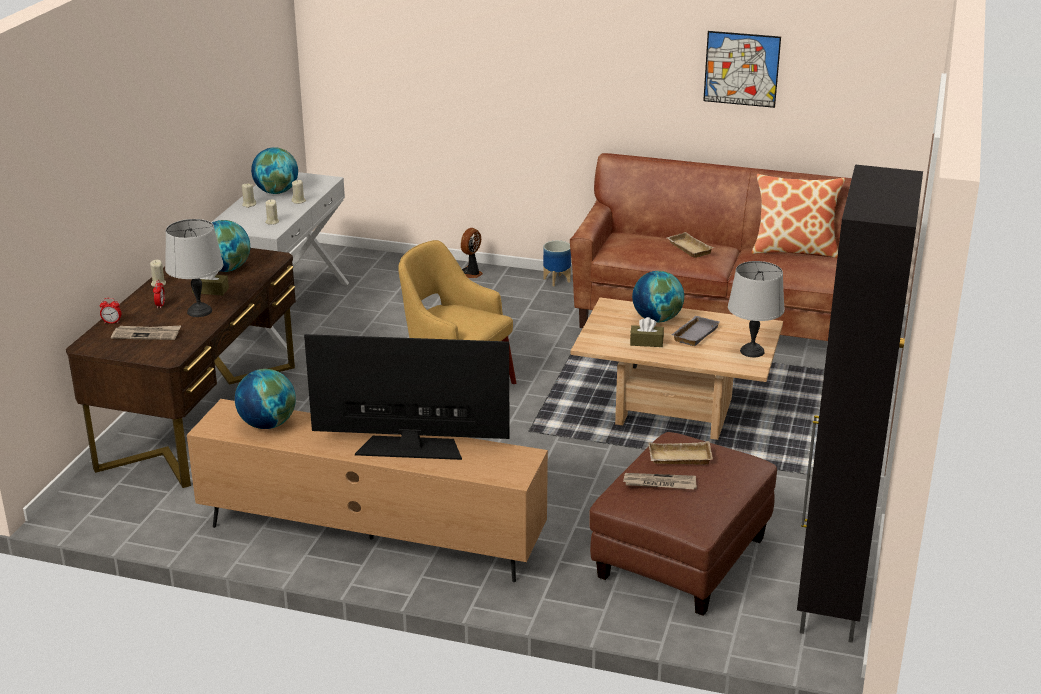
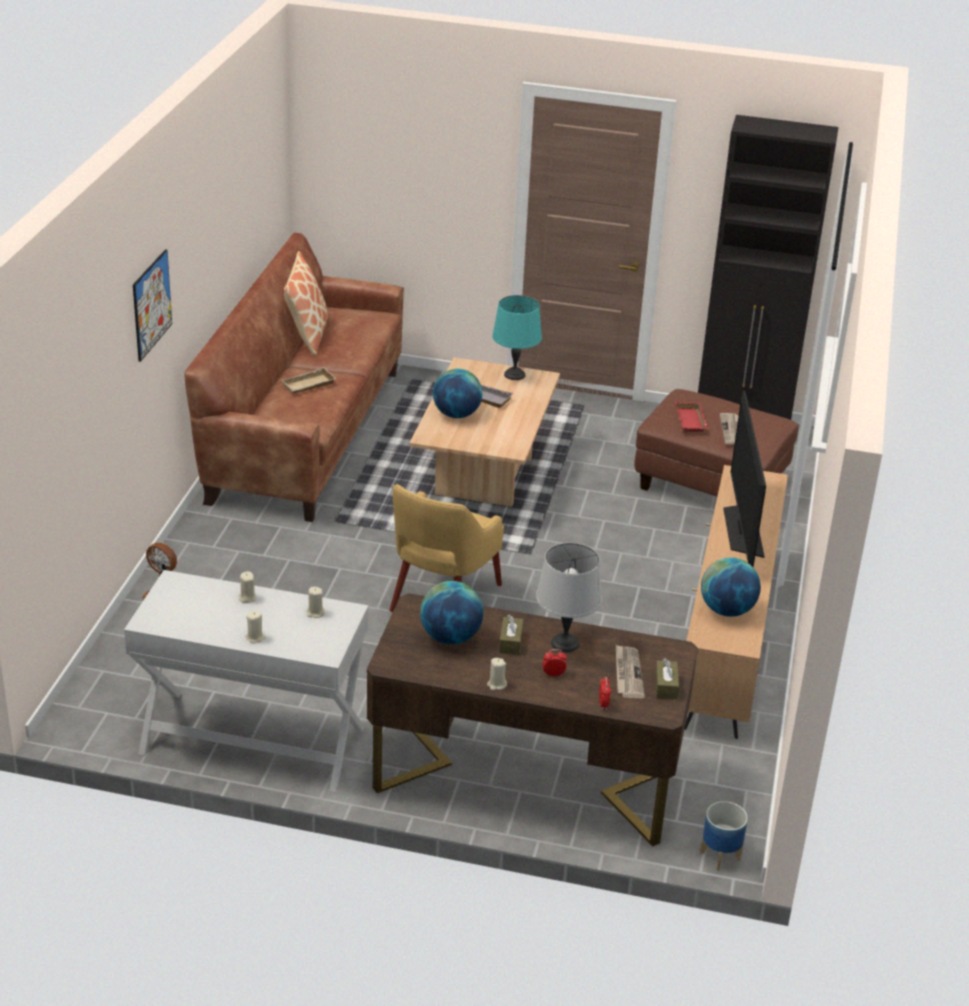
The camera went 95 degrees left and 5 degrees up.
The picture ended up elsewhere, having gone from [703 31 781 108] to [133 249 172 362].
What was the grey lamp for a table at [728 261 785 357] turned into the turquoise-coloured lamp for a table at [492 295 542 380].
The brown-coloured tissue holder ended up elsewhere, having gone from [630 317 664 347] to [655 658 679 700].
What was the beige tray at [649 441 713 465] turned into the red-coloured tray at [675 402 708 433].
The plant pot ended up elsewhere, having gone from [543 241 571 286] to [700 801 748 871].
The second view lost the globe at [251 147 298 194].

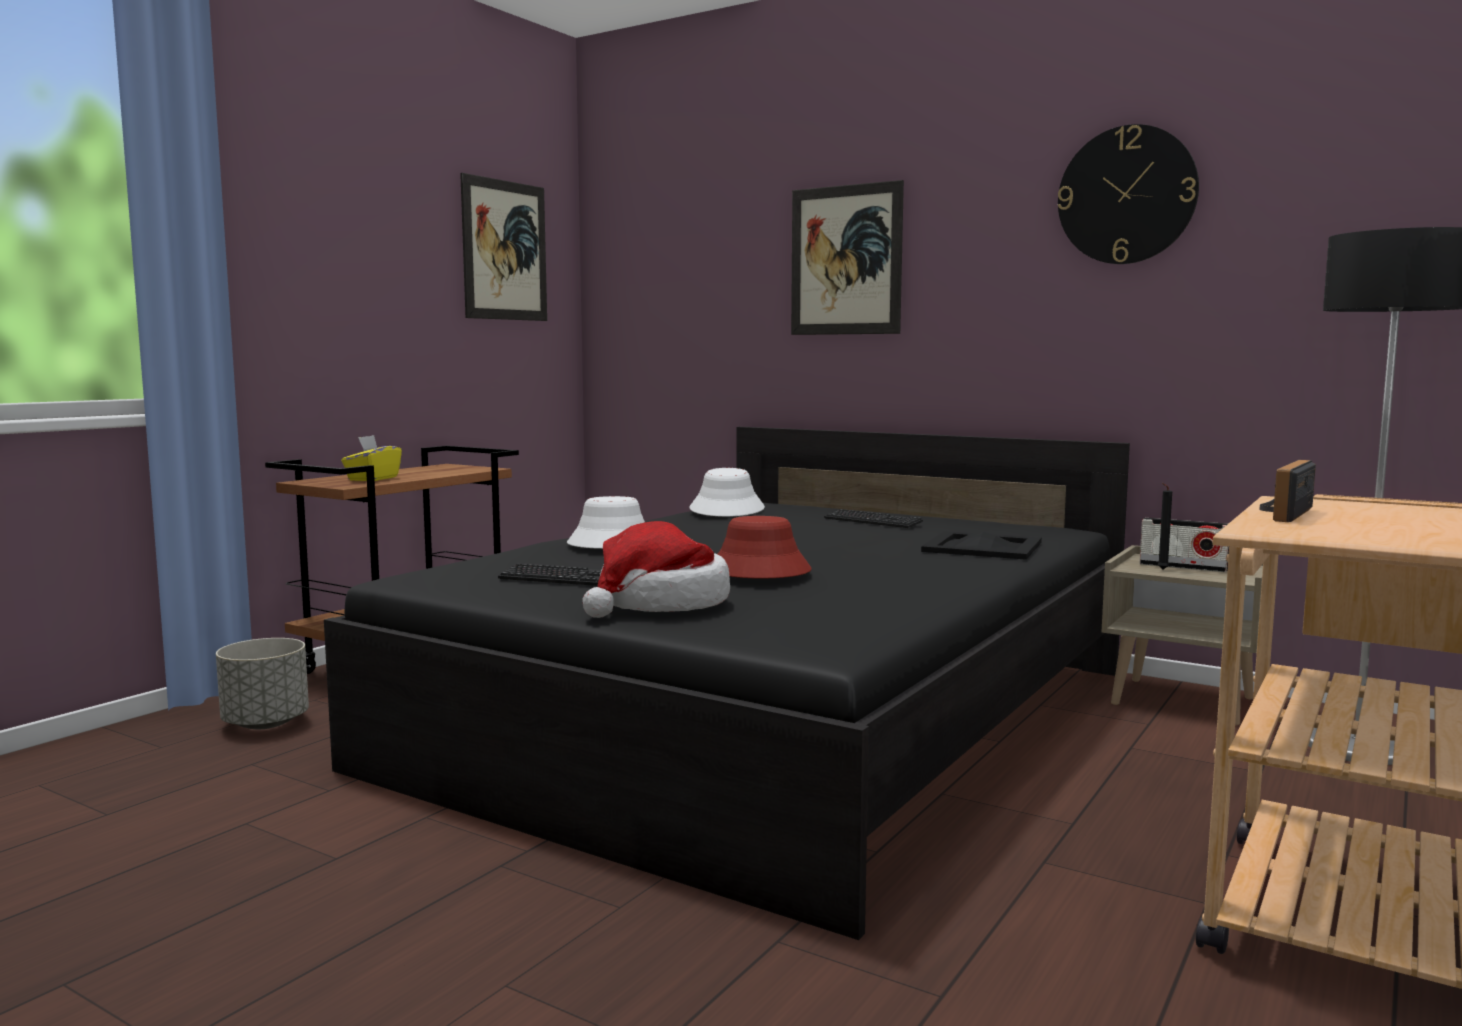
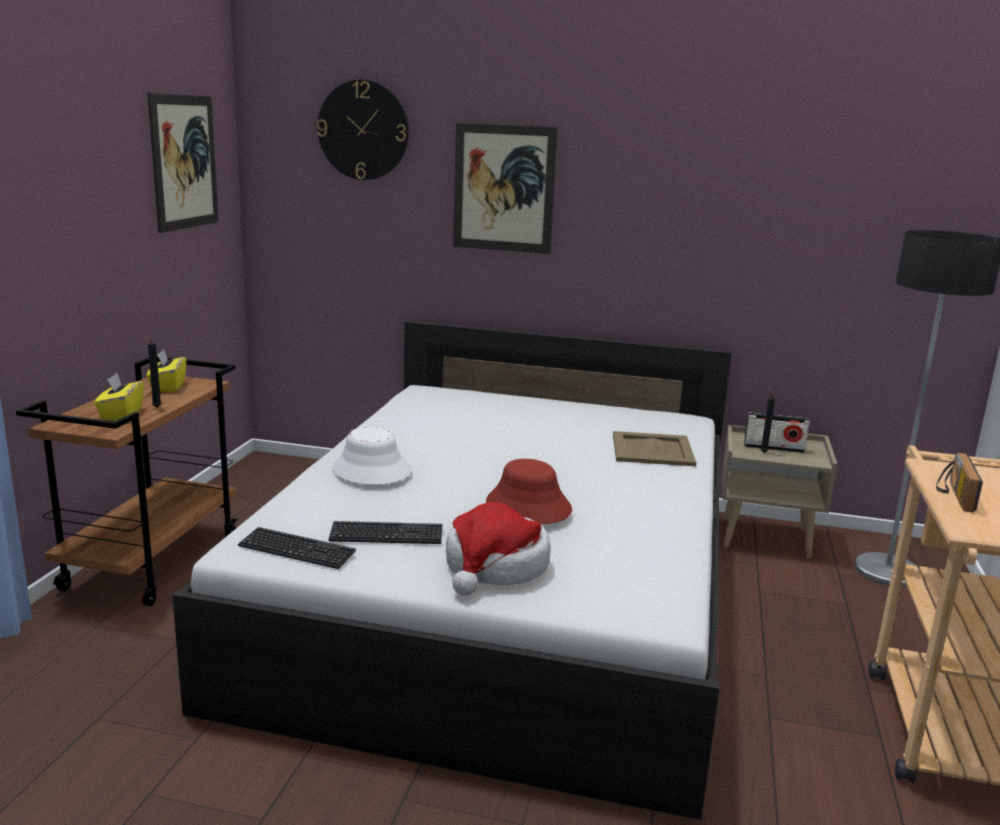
The camera went 20 degrees left and 10 degrees up.
The second view gained the black-coloured wax light at [147 338 162 407].
The second view gained the yellow-coloured tissue holder at [147 349 186 392].
What was the black-coloured bedroom bed at [324 427 1130 940] turned into the white bedroom bed at [172 321 732 820].
The PC keyboard ended up elsewhere, having gone from [824 509 924 528] to [238 527 356 569].
The wall clock ended up elsewhere, having gone from [1058 124 1199 264] to [317 80 409 180].
What was the black-coloured tray at [921 531 1042 560] turned into the beige tray at [613 431 696 466].
The second view lost the grey plant pot at [216 638 309 729].
The second view lost the white clothing hat at [689 468 765 517].

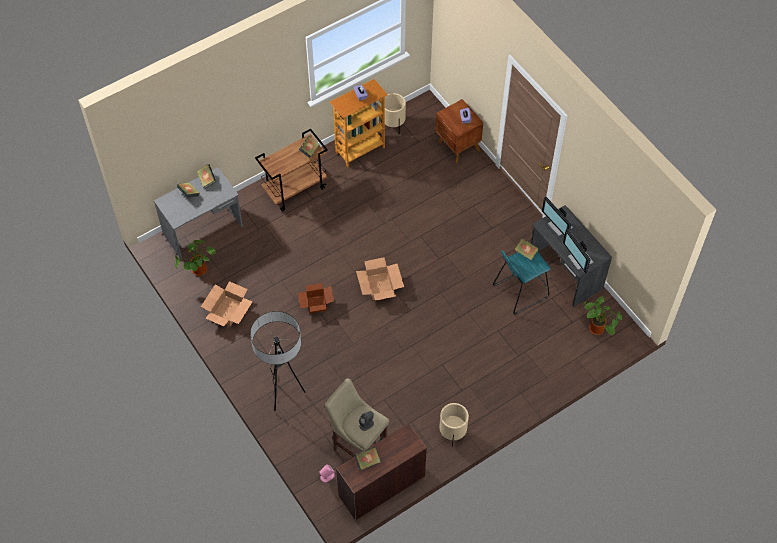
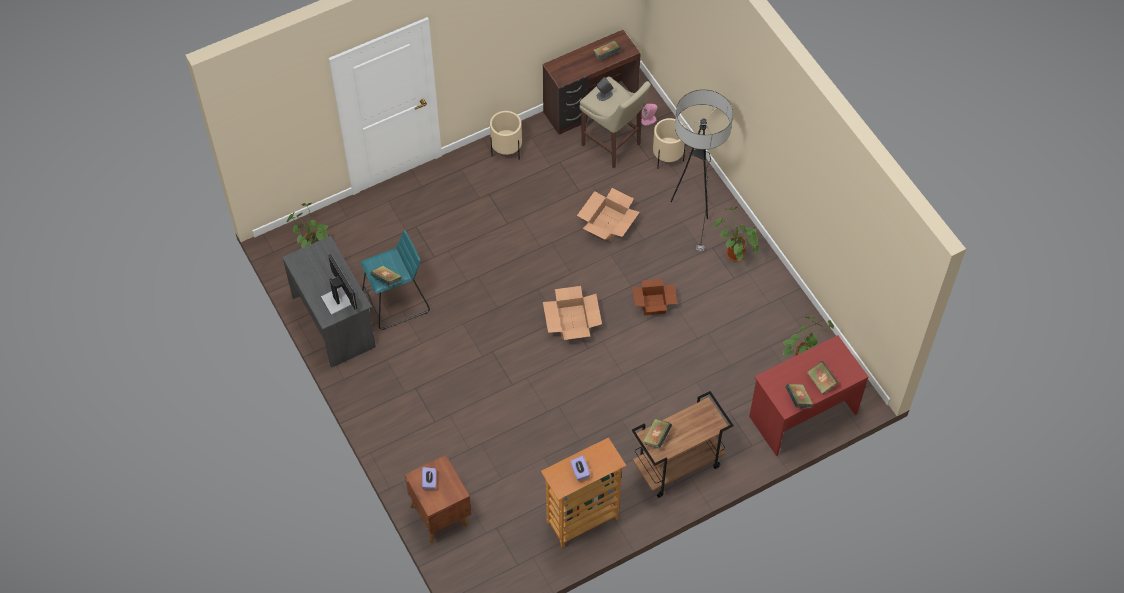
The camera went 175 degrees left and 0 degrees up.
The carton ended up elsewhere, having gone from [201 281 253 326] to [577 188 640 241].
The beige plant pot ended up elsewhere, having gone from [381 93 406 127] to [653 118 686 169].
The second view gained the plant in a pot at [714 207 759 262].
What was the grey desk unit at [154 167 243 260] turned into the red-coloured desk unit at [749 335 869 456].
The second view lost the monitor at [563 229 594 273].

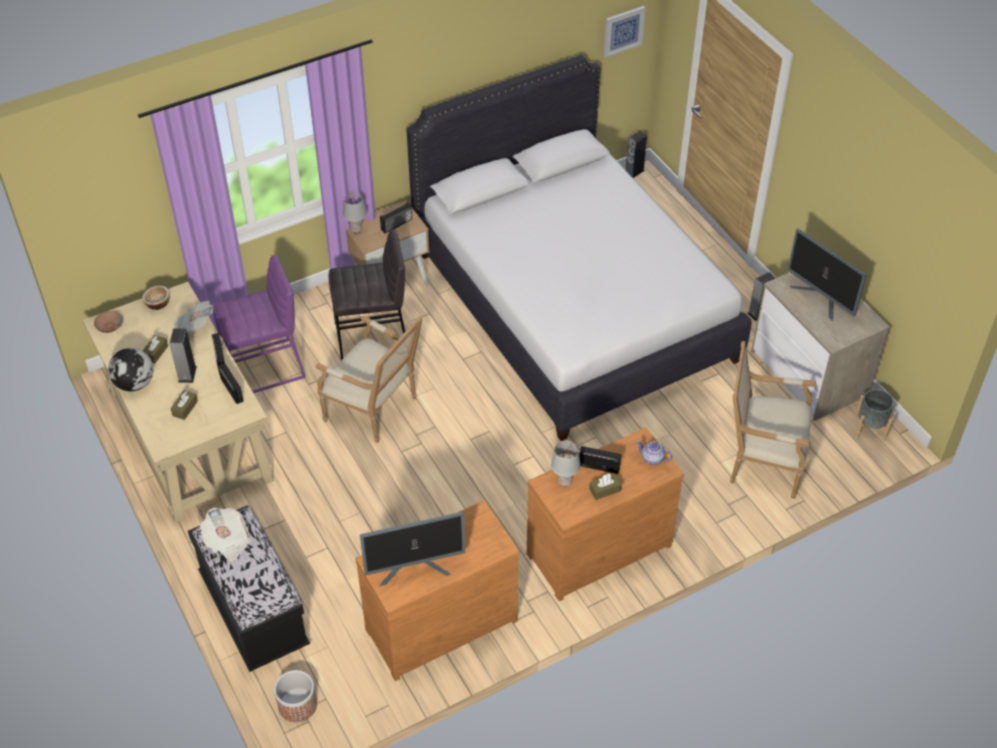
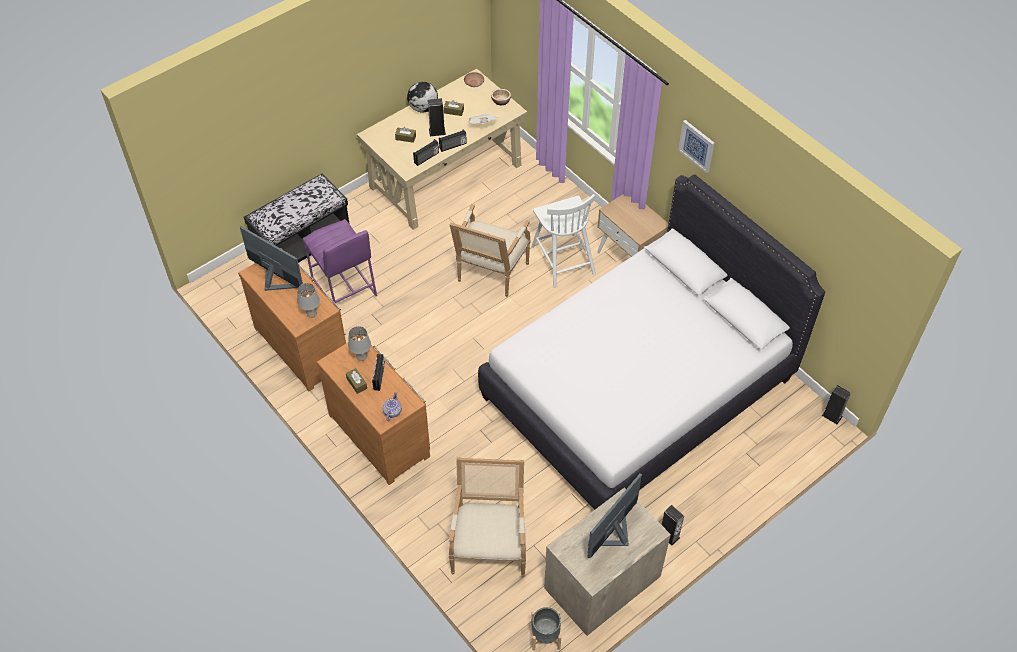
The camera went 80 degrees right and 5 degrees up.
The monitor at [360 512 465 586] ended up facing another way, 150 degrees clockwise from before.
The grey lamp for a table ended up elsewhere, having gone from [343 192 367 233] to [297 283 320 318].
The purple stool ended up elsewhere, having gone from [213 255 306 393] to [303 219 377 307].
Where the grey stool stood at [329 229 405 360], the white upright chair came to stand at [532 194 596 288].
The picture ended up elsewhere, having gone from [604 6 646 57] to [678 120 714 173].
The second view lost the printed paper at [200 507 251 562].
The second view lost the plant pot at [274 670 317 722].
The second view lost the radio receiver at [380 202 412 233].

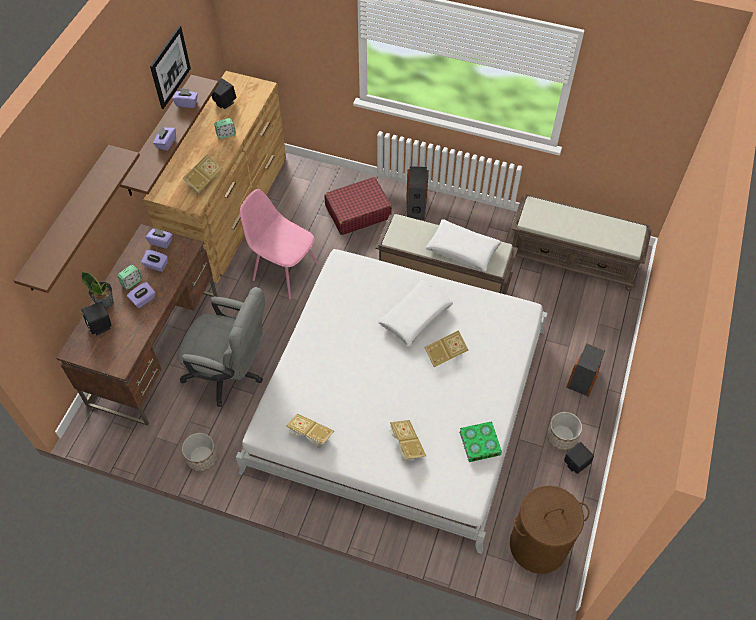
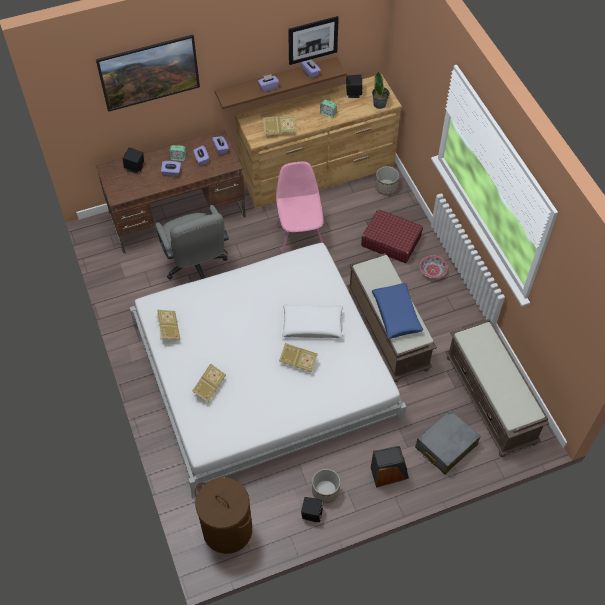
The camera went 50 degrees right and 0 degrees up.
Where the brown-coloured wall shelf hung at [13 145 140 293], the picture came to hang at [96 35 200 112].
The plant in a pot ended up elsewhere, having gone from [81 272 113 309] to [372 72 390 109].
What was the white pillow at [426 219 501 272] turned into the blue pillow at [372 283 423 339].
The plant pot ended up elsewhere, having gone from [182 433 218 472] to [375 166 399 195].
The second view gained the grey suitcase at [415 410 480 474].
Where the audio speaker stood at [407 166 429 220], the bowl came to stand at [420 255 448 278].
The second view lost the book at [459 421 502 462].

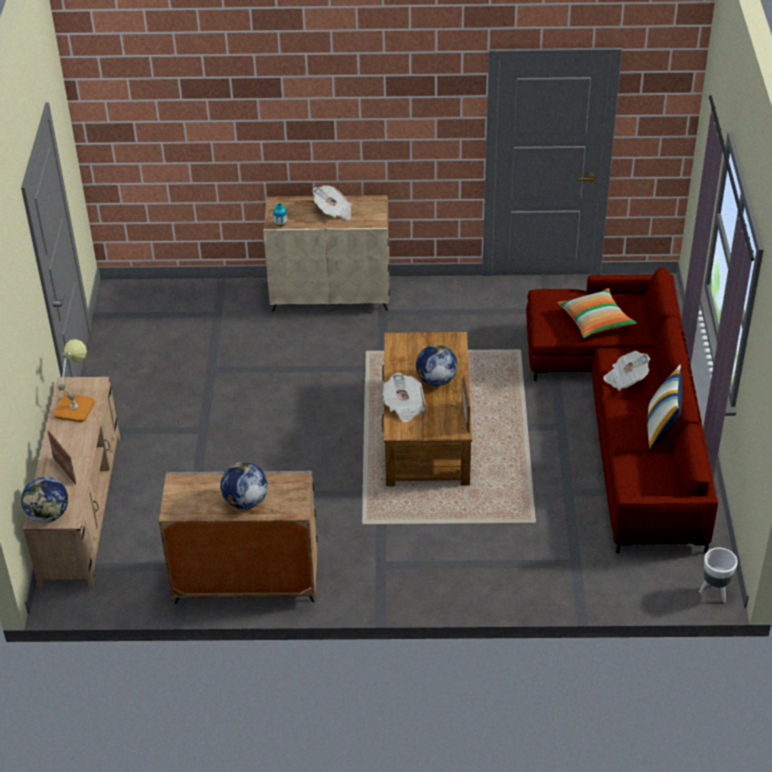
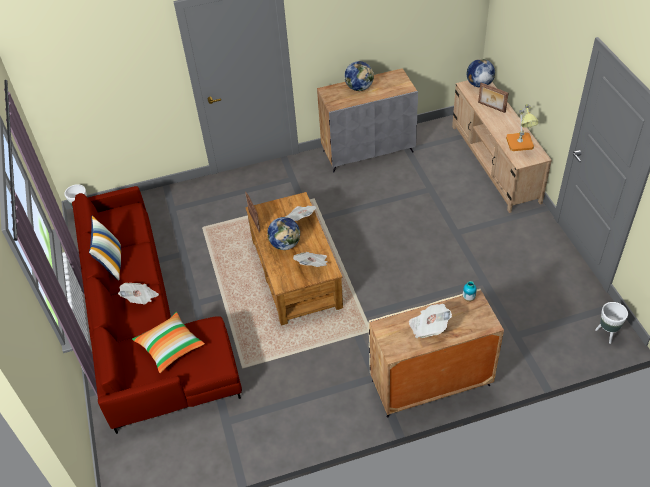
The camera went 165 degrees right and 5 degrees up.
The second view gained the printed paper at [293 252 328 267].
The second view gained the white plant pot at [595 302 628 344].

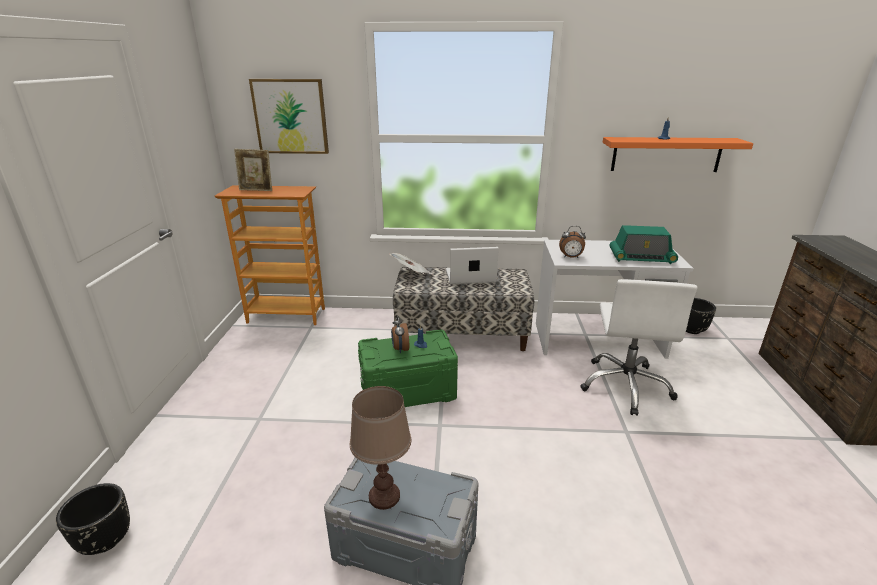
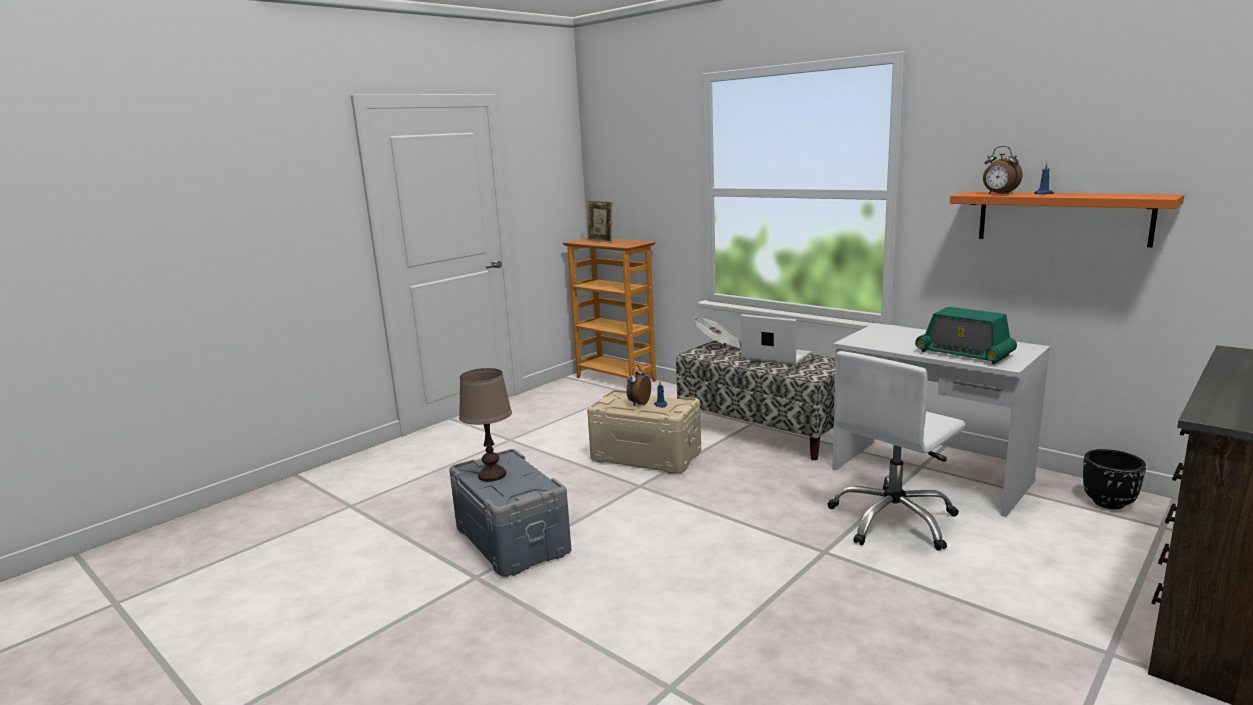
The camera went 40 degrees right and 10 degrees down.
What was the green-coloured storage container at [358 330 458 407] turned into the beige storage container at [587 389 701 474].
The alarm clock ended up elsewhere, having gone from [559 226 586 258] to [983 146 1023 195].
The second view lost the black-coloured plant pot at [56 483 130 555].
The second view lost the picture at [249 79 329 154].

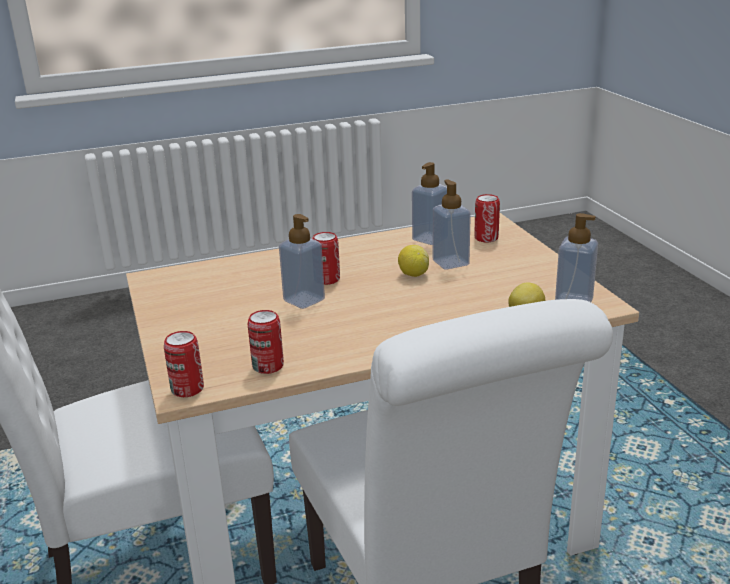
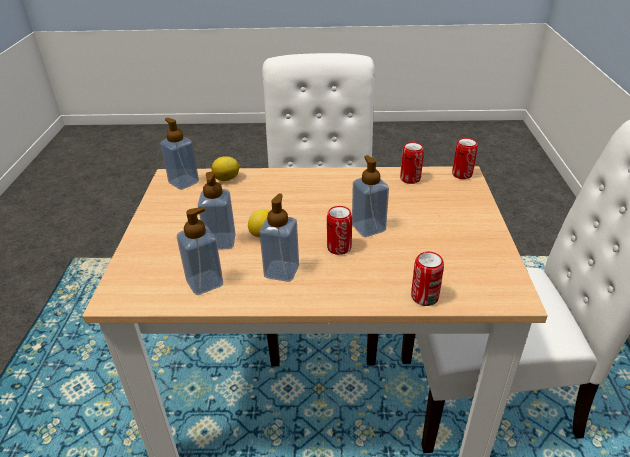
The camera went 160 degrees left and 10 degrees up.
The second view gained the soap dispenser at [259 193 299 282].
The metal can ended up elsewhere, having gone from [474 194 500 242] to [411 252 444 306].

